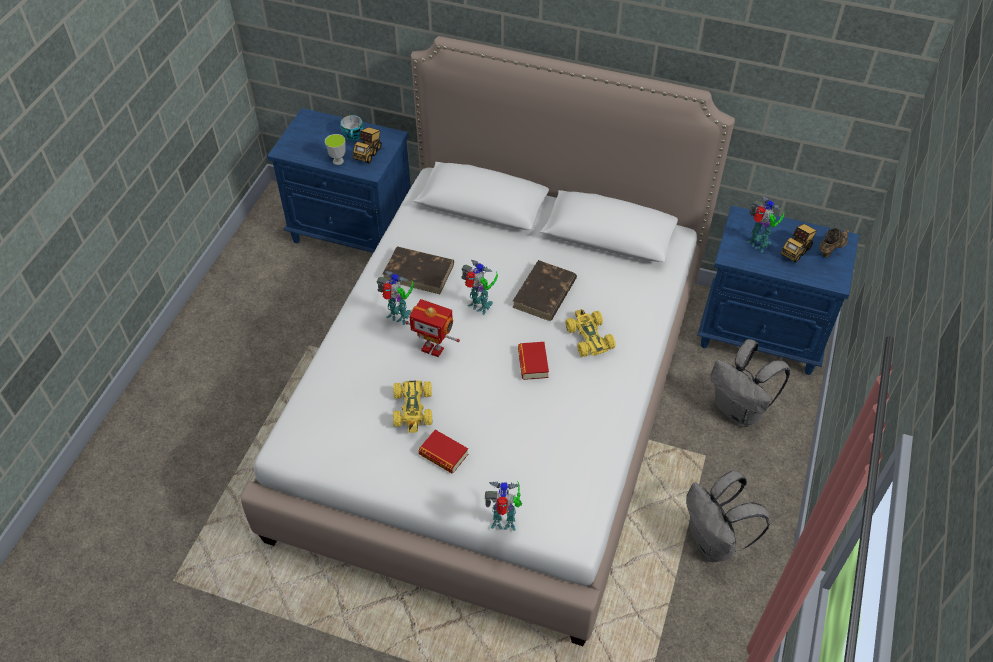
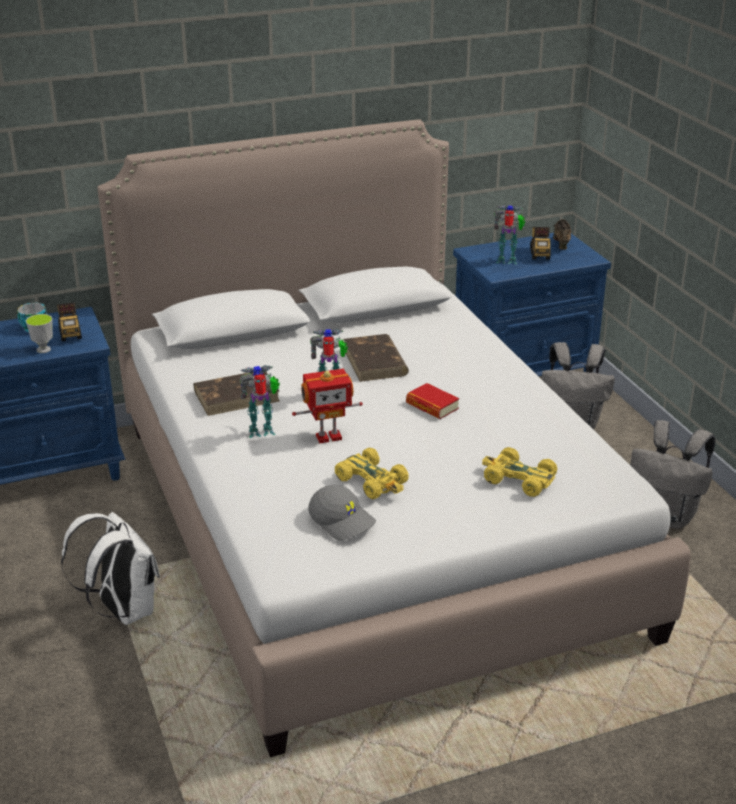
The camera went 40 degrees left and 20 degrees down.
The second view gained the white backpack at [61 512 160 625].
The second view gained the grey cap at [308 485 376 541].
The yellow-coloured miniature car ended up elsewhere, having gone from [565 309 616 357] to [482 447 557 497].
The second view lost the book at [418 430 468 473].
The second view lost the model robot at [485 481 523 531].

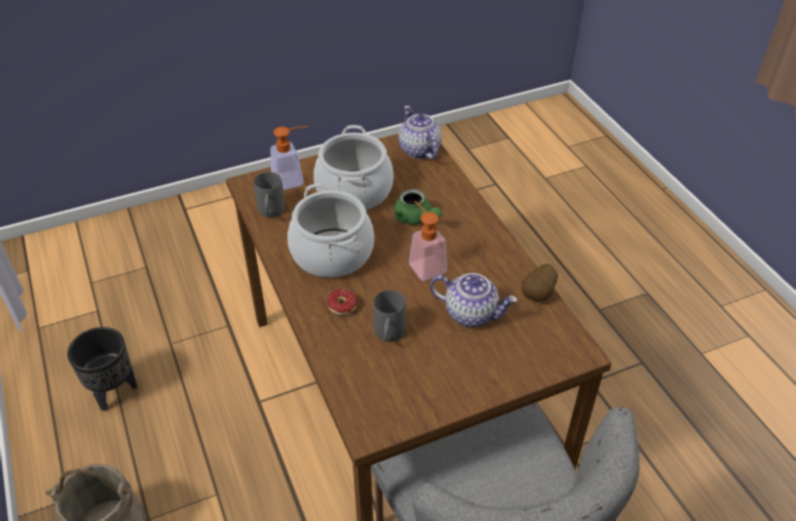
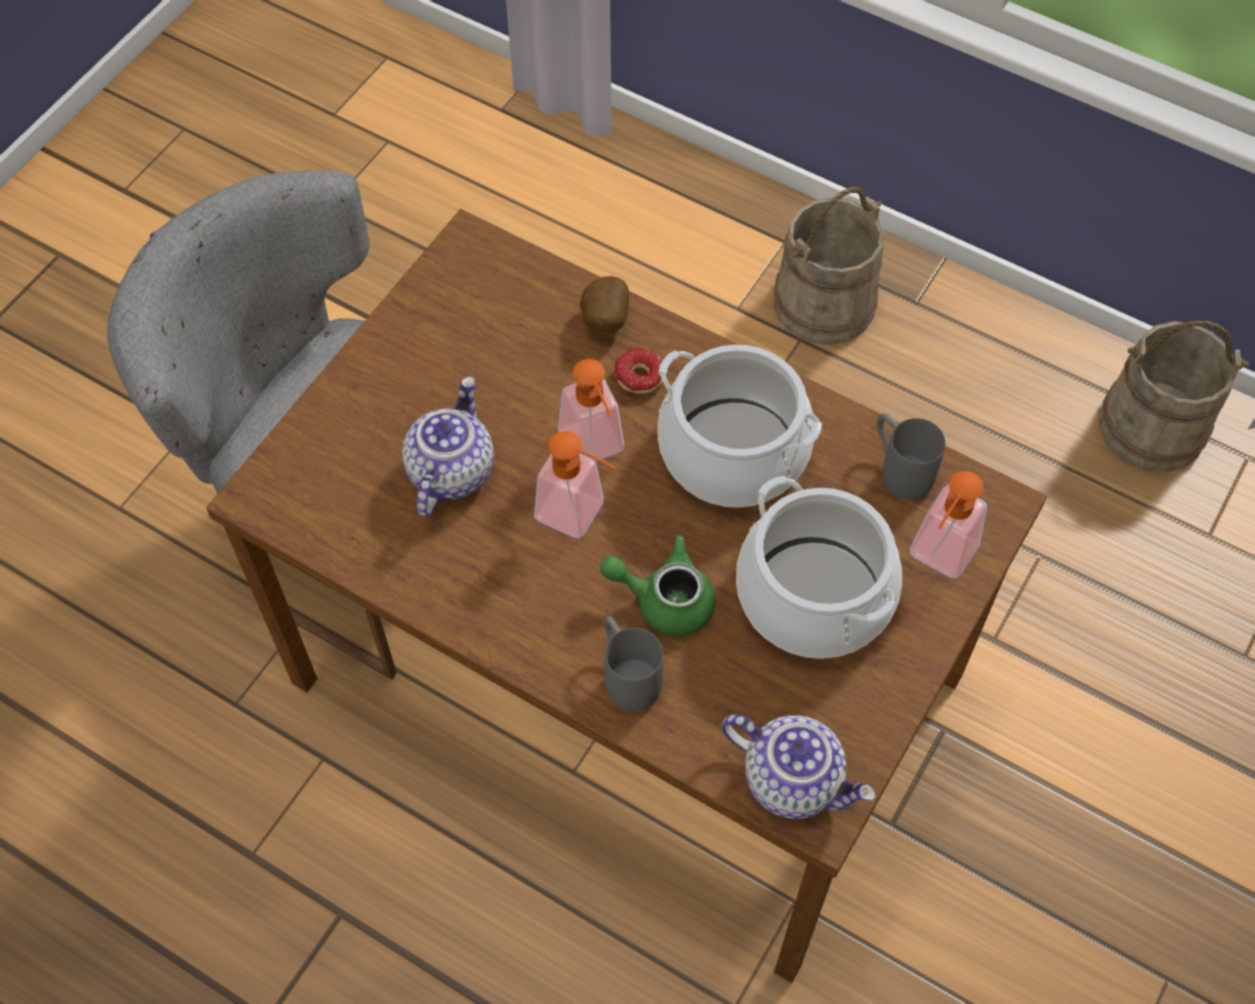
The camera went 145 degrees right and 15 degrees up.
The pot for tea at [430 273 517 327] ended up facing another way, 120 degrees clockwise from before.
The second view gained the soap dispenser at [558 359 624 462].
The spud ended up elsewhere, having gone from [522 264 558 302] to [580 276 629 332].
The grey coffee mug ended up elsewhere, having gone from [373 290 406 342] to [604 616 664 711].
The second view gained the beige water bucket at [1099 320 1250 472].
The second view lost the black-coloured plant pot at [67 327 137 411].

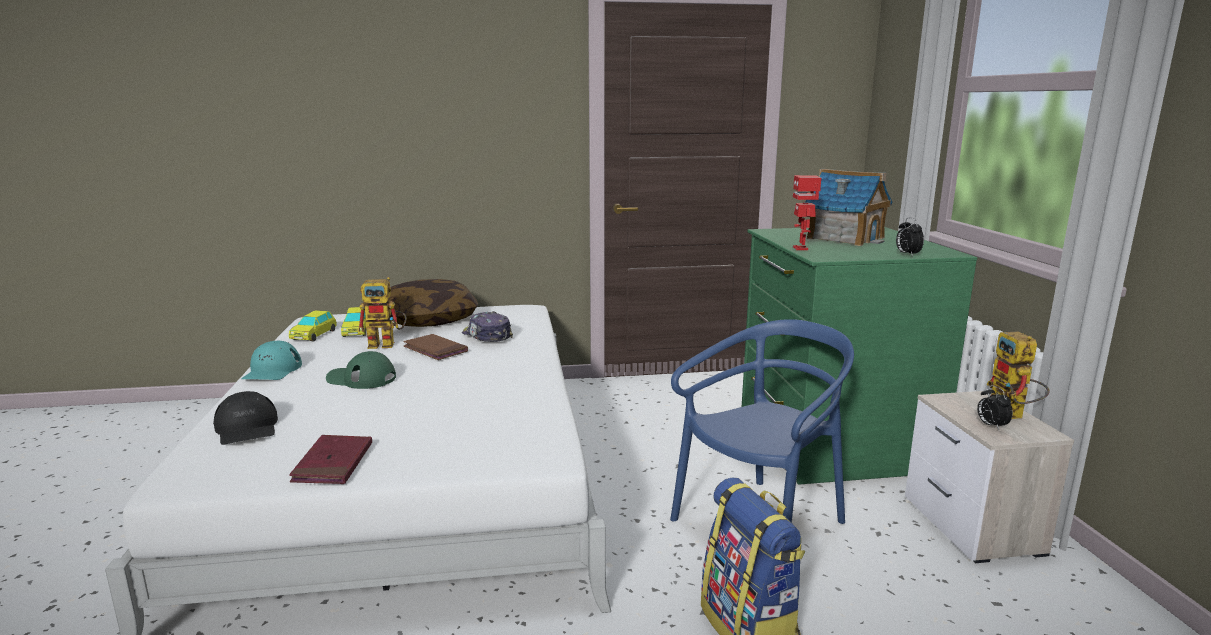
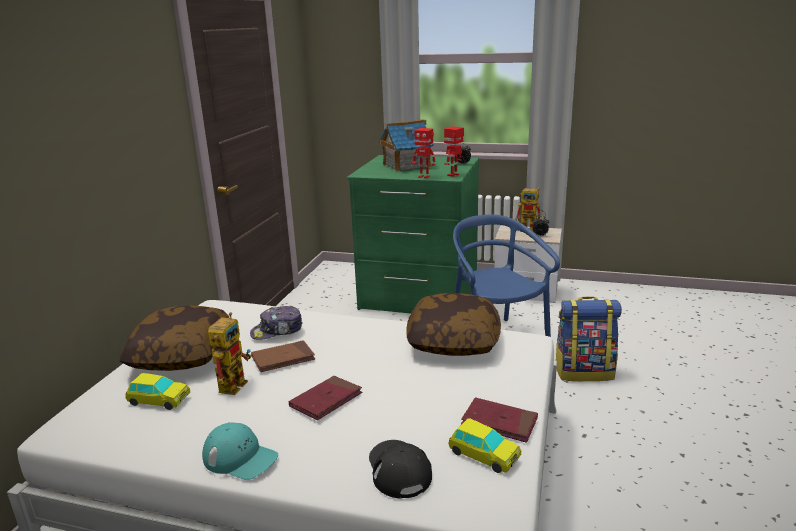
The camera went 65 degrees left and 5 degrees up.
Where the green-coloured cap stood at [326 351 396 389], the red-coloured book came to stand at [289 376 362 420].
The black-coloured cap at [213 391 278 445] ended up facing another way, 105 degrees counterclockwise from before.
The second view gained the pillow at [406 293 501 356].
The second view gained the model robot at [444 126 464 177].
The miniature car ended up elsewhere, having gone from [289 310 337 341] to [448 418 521 473].

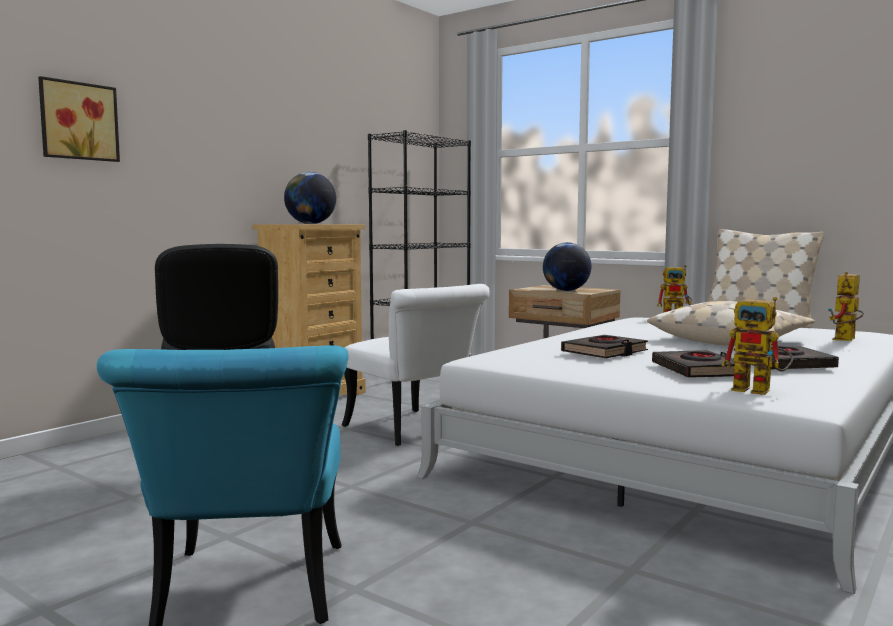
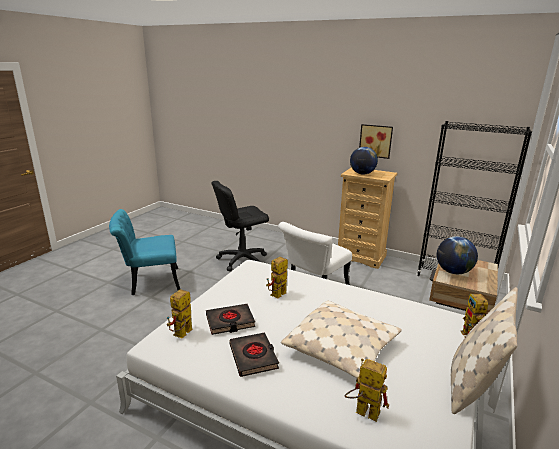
The camera went 80 degrees right and 15 degrees up.
Where the black-coloured book stood at [561 335 648 358], the model robot came to stand at [266 257 288 298].
The picture ended up elsewhere, having gone from [38 76 120 162] to [359 124 393 159].

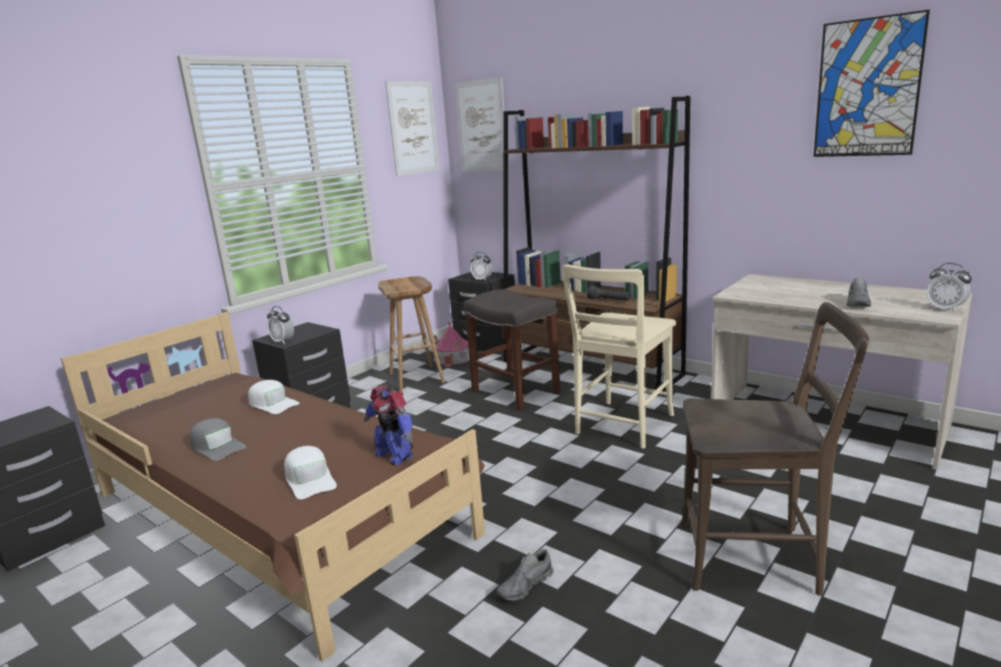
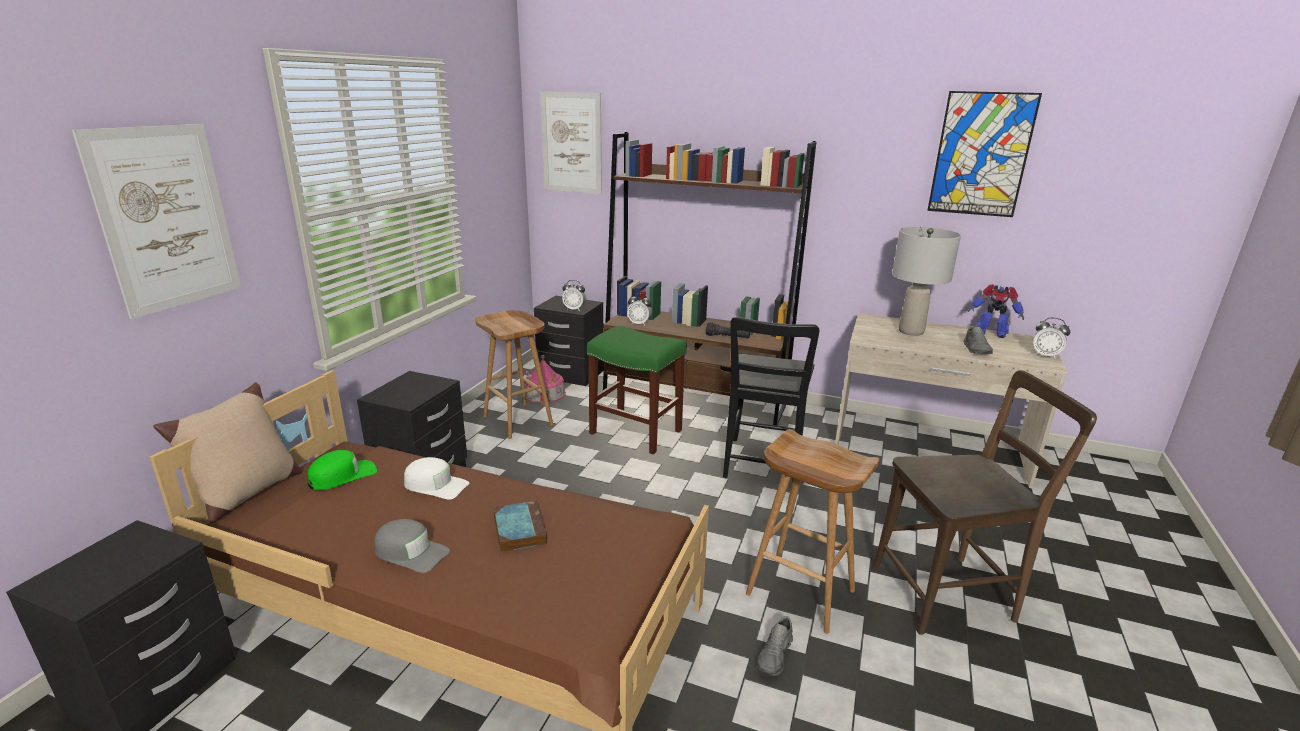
The camera went 20 degrees left and 5 degrees up.
The picture ended up elsewhere, having gone from [385 81 440 176] to [72 124 241 319].
The second view gained the beige pillow at [153 382 302 523].
The second view gained the green-coloured cap at [307 450 377 490].
The second view gained the book at [494 501 547 553].
What was the grey stool at [463 289 561 411] turned into the green-coloured stool at [587 326 687 455].
The alarm clock ended up elsewhere, having gone from [267 306 294 344] to [627 293 652 326].
What was the beige upright chair at [562 264 676 449] turned into the black-coloured upright chair at [723 316 819 481].
The second view gained the brown-coloured stool at [746 429 879 634].
The second view gained the grey lamp for a table at [892 227 961 336].
The model robot ended up elsewhere, having gone from [364 385 413 465] to [968 284 1024 338].
The second view lost the white cap at [284 446 337 499].

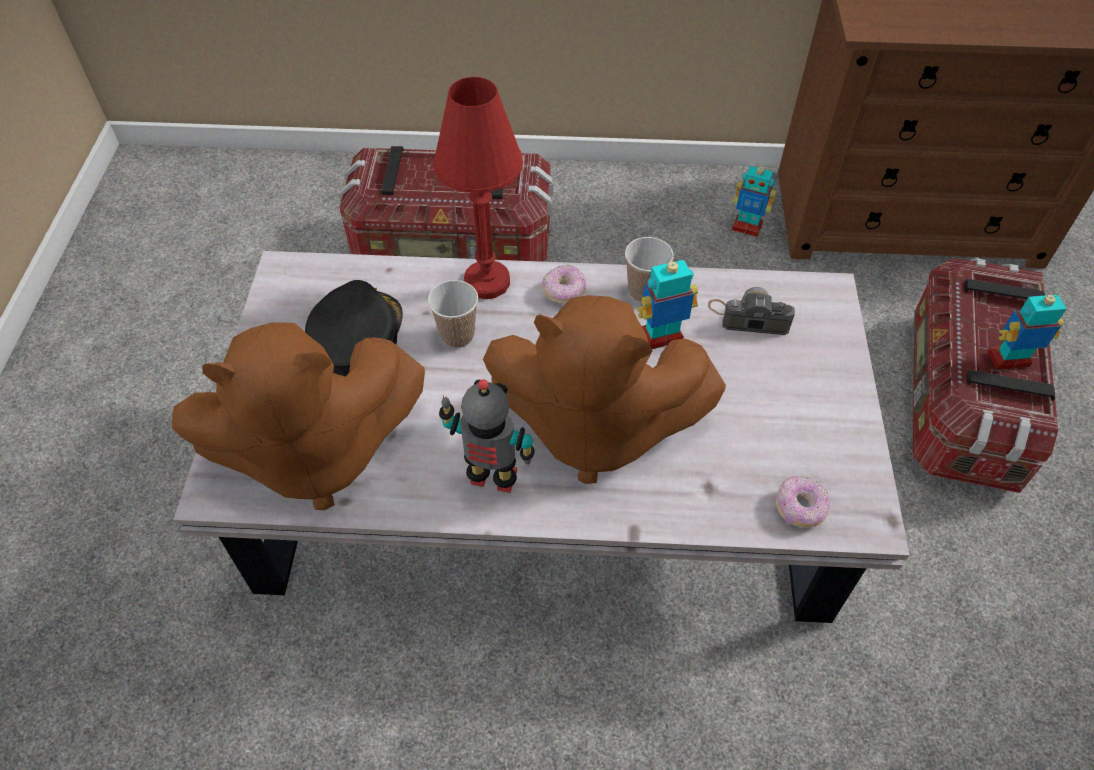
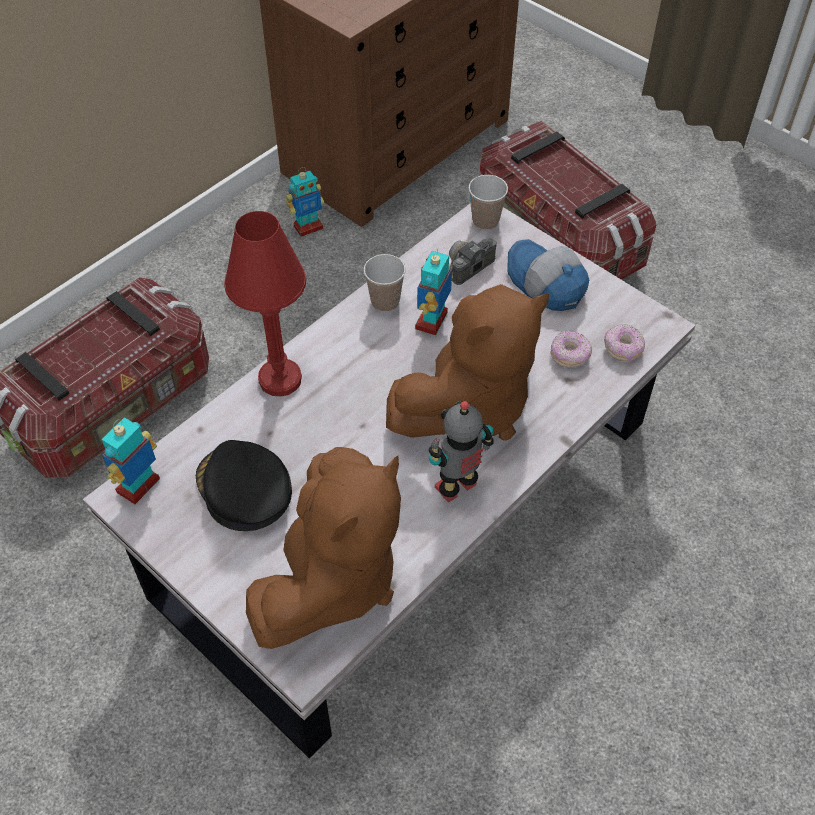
The camera went 50 degrees left and 0 degrees up.
The model robot ended up elsewhere, having gone from [988 290 1067 370] to [101 417 160 504].
The cup ended up elsewhere, having gone from [428 280 478 348] to [469 175 508 230].
The second view gained the cap at [507 239 589 311].
The donut ended up elsewhere, having gone from [542 264 586 304] to [551 330 592 368].

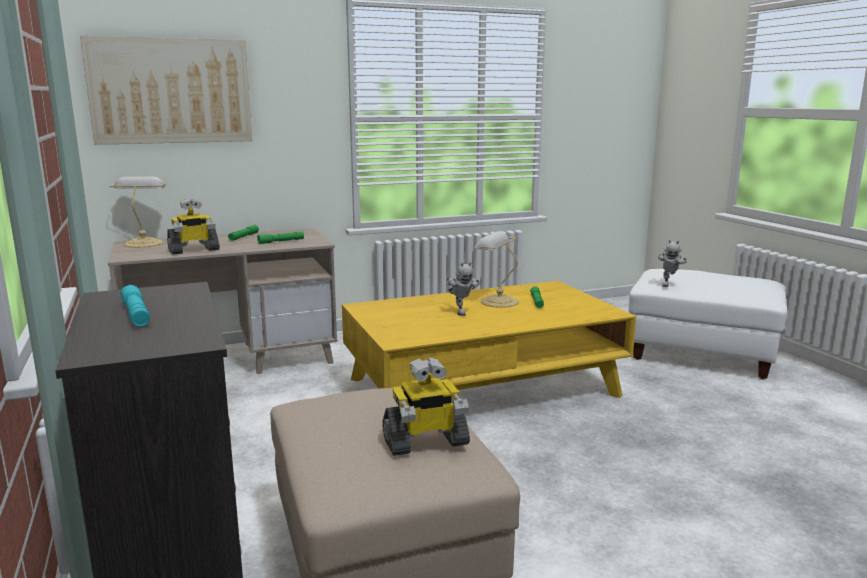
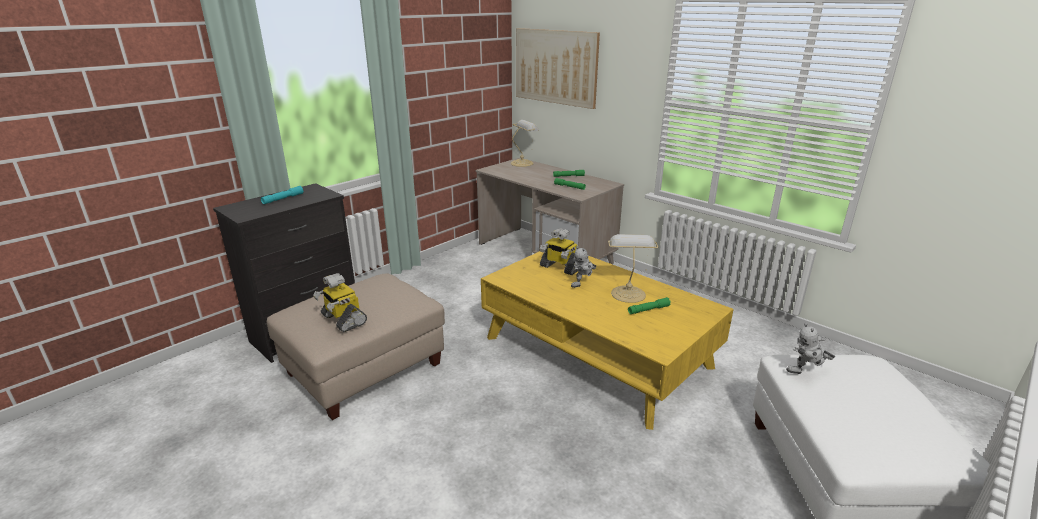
The camera went 65 degrees right and 10 degrees up.
The model robot ended up elsewhere, having gone from [167 199 220 254] to [540 228 578 275].

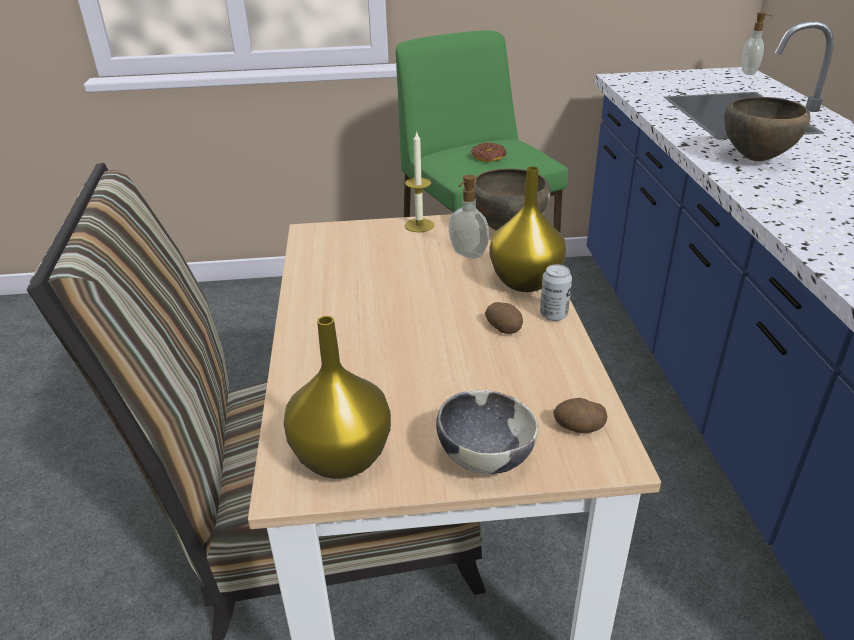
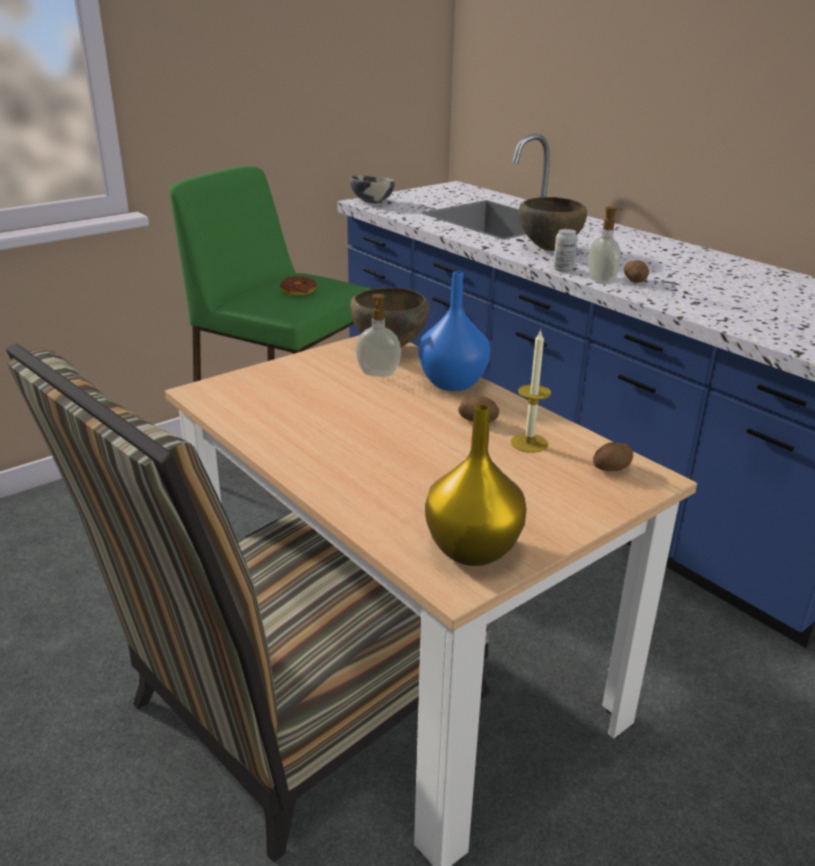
The camera went 35 degrees left and 5 degrees down.
The bowl ended up elsewhere, having gone from [436 390 538 474] to [350 176 395 203].
What was the yellow-coloured decorative vase at [490 166 566 292] turned into the blue decorative vase at [419 271 490 391].
The wax light ended up elsewhere, having gone from [405 130 434 232] to [511 329 551 453].
The metal can ended up elsewhere, having gone from [540 264 572 321] to [553 229 578 272].
The soap dispenser ended up elsewhere, having gone from [741 12 773 75] to [588 206 623 285].
The second view gained the spud at [624 260 649 283].

